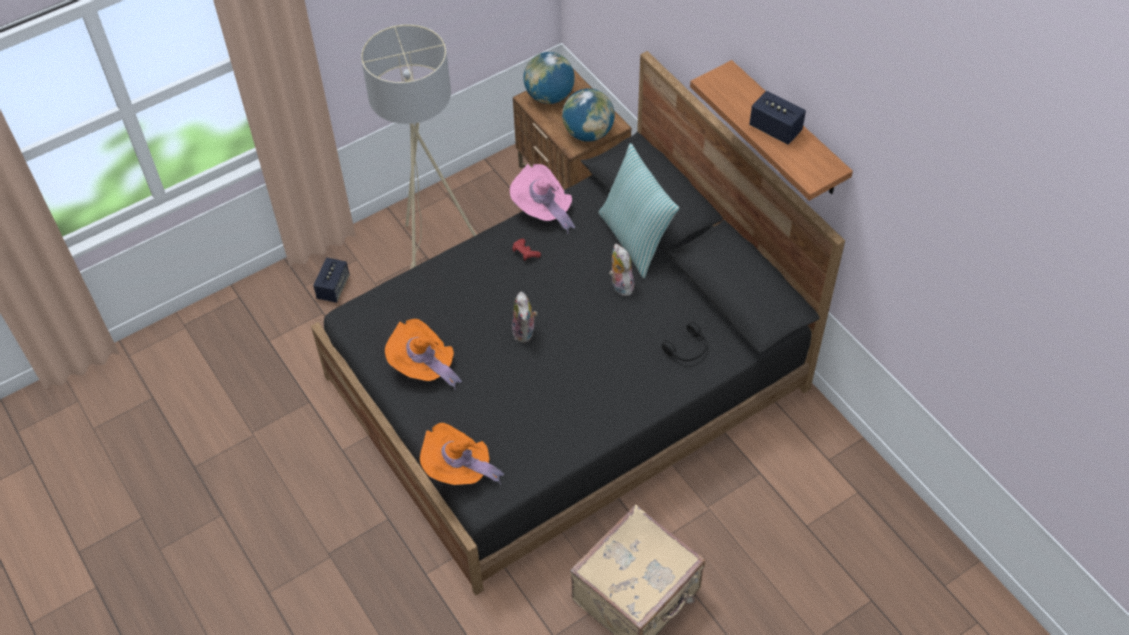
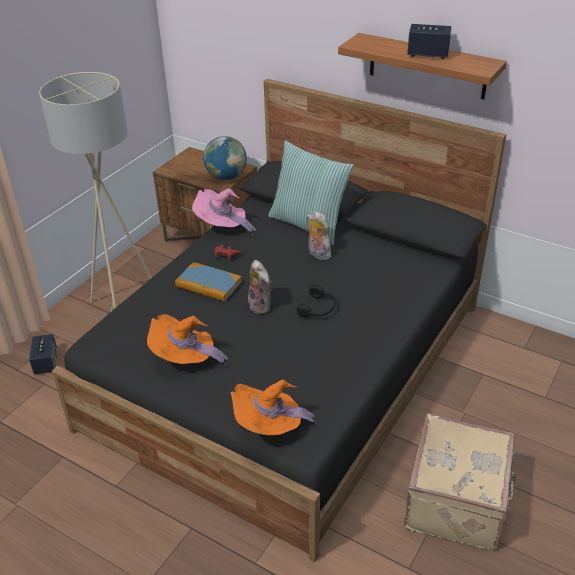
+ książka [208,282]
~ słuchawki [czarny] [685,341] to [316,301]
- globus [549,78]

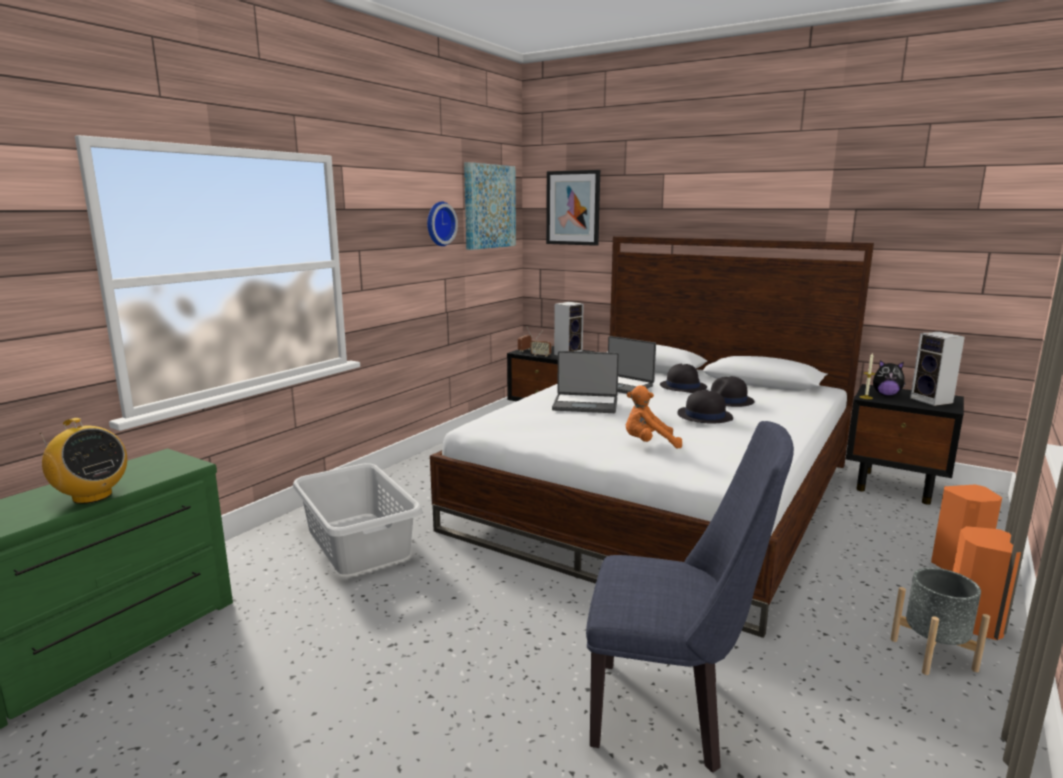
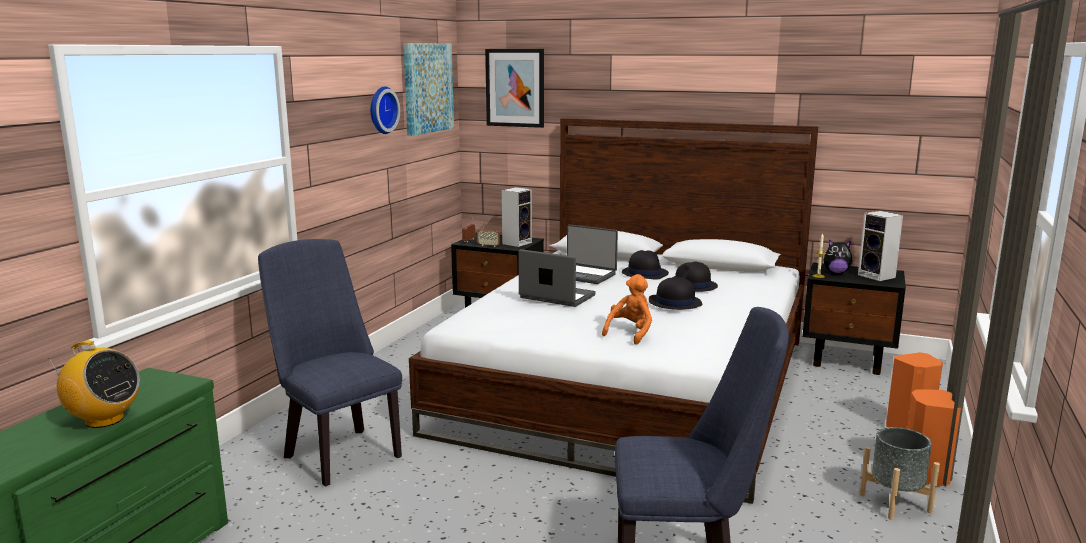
~ kosz na pranie [szary] [358,519] to krzesło [niebieski] [330,363]
~ laptop [585,382] = [557,278] 150 degrees counterclockwise
~ pluszak [pomarańczowy] [654,417] = [627,309] 135 degrees clockwise

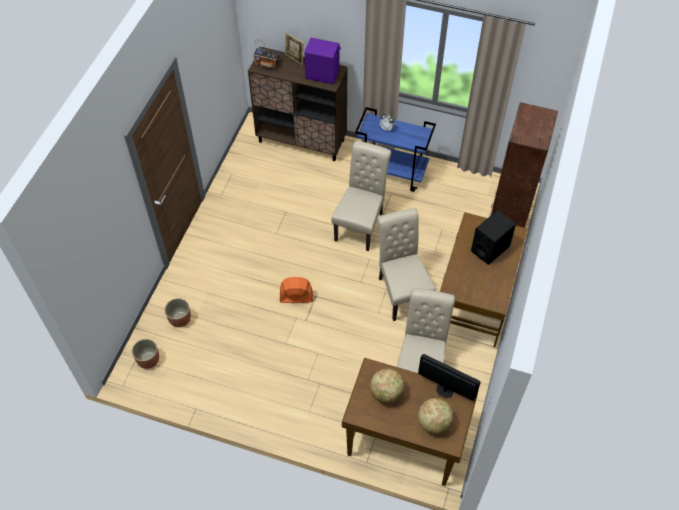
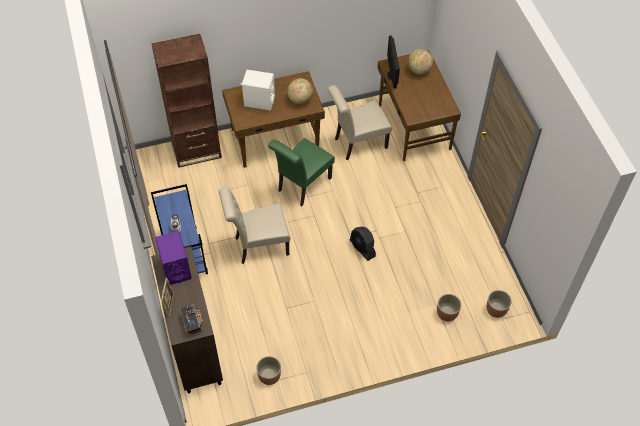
~ głośnik [czarny] [493,237] to głośnik [biały] [258,90]
+ donica [268,370]
~ krzesło [beżowy] [406,264] to krzesło [zielony] [301,172]
~ globus [387,386] to [300,91]
~ wentylator [pomarańczowy] [296,290] to wentylator [czarny] [363,243]

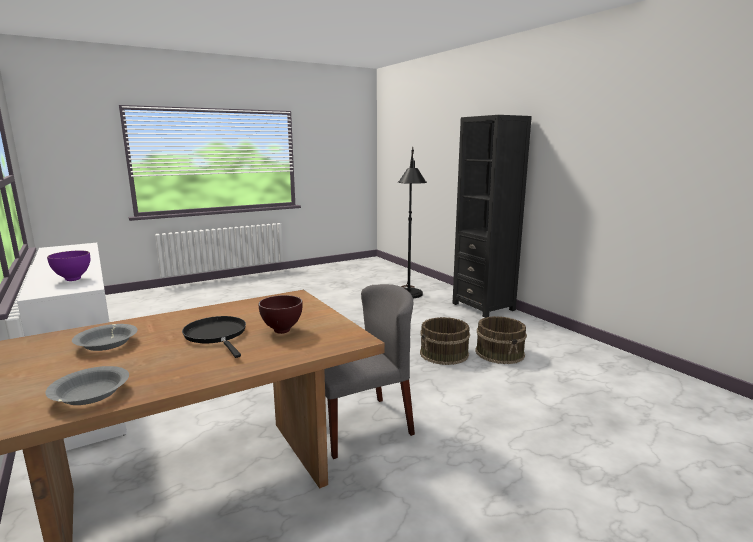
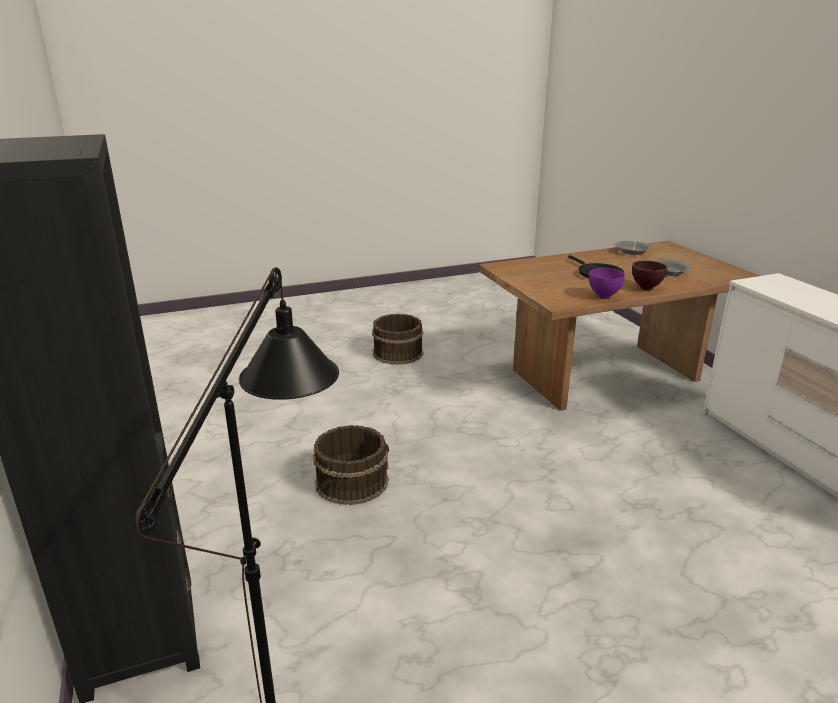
~ wiadro [brązowy] [501,340] to [397,339]
~ miska [fioletowy] [68,265] to [607,283]
~ miska [brązowy] [280,314] to [650,276]
- krzesło [szary] [369,371]

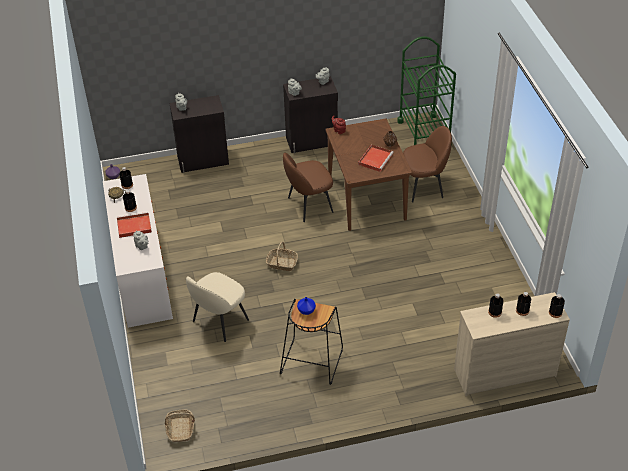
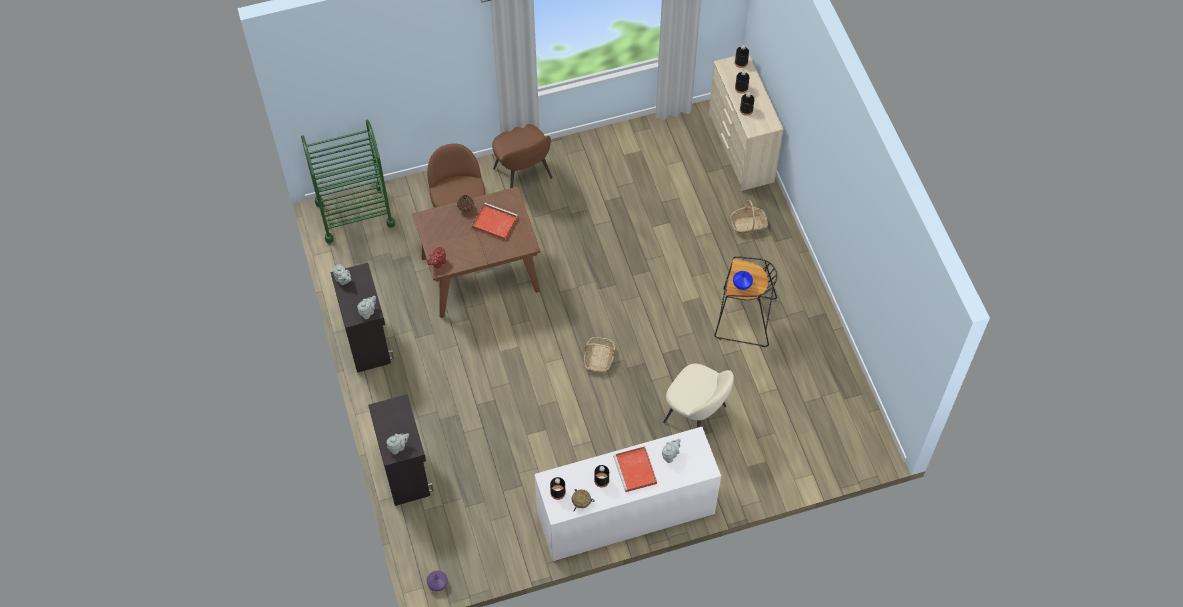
~ krzesło [brązowy] [308,187] to [522,156]
~ koszyk [180,425] to [749,217]

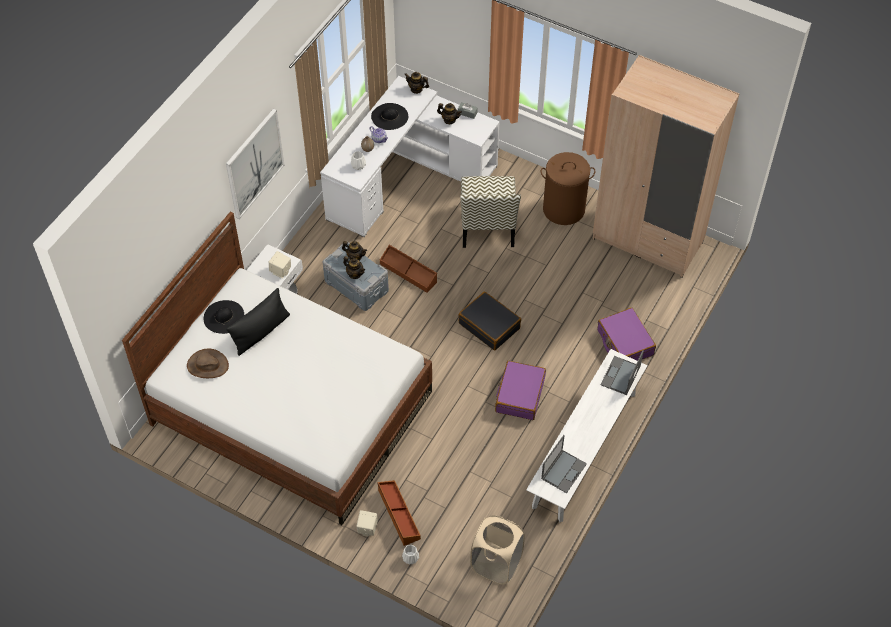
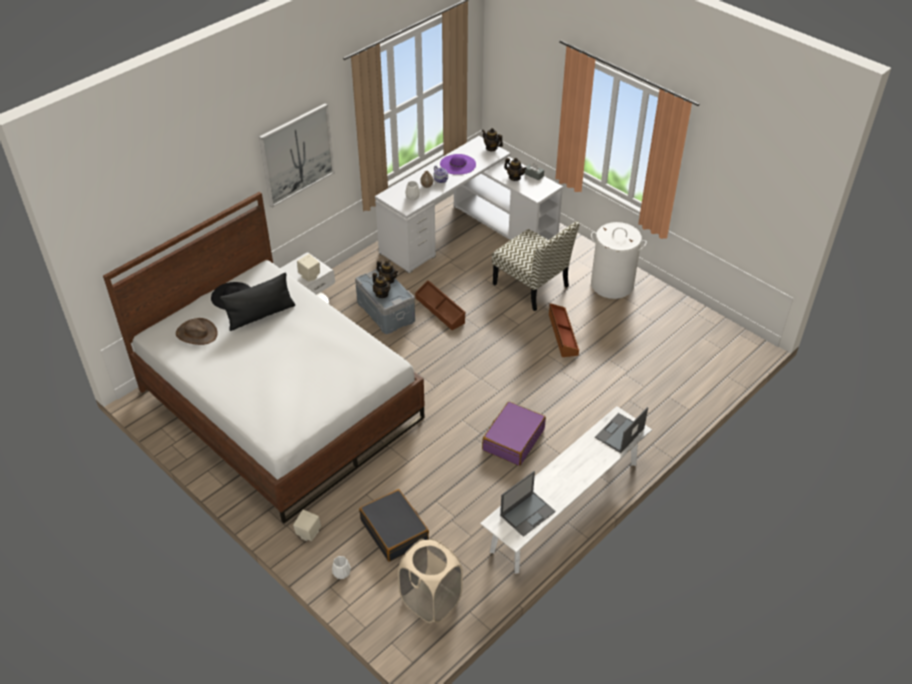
~ walizka [czarny] [489,320] to [394,525]
~ kapelusz [czarny] [389,116] to kapelusz [fioletowy] [458,164]
~ krzesło [490,212] = [536,266] 60 degrees counterclockwise
~ pojemnik do przechowywania [brązowy] [399,513] to [564,330]
~ kosz na pranie [brązowy] [568,188] to kosz na pranie [biały] [619,260]
- szafa [beżowy] [666,166]
- walizka [fioletowy] [626,334]

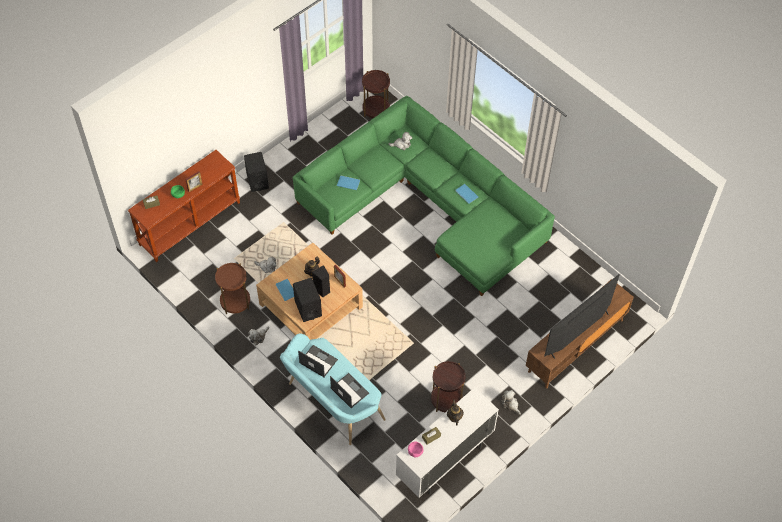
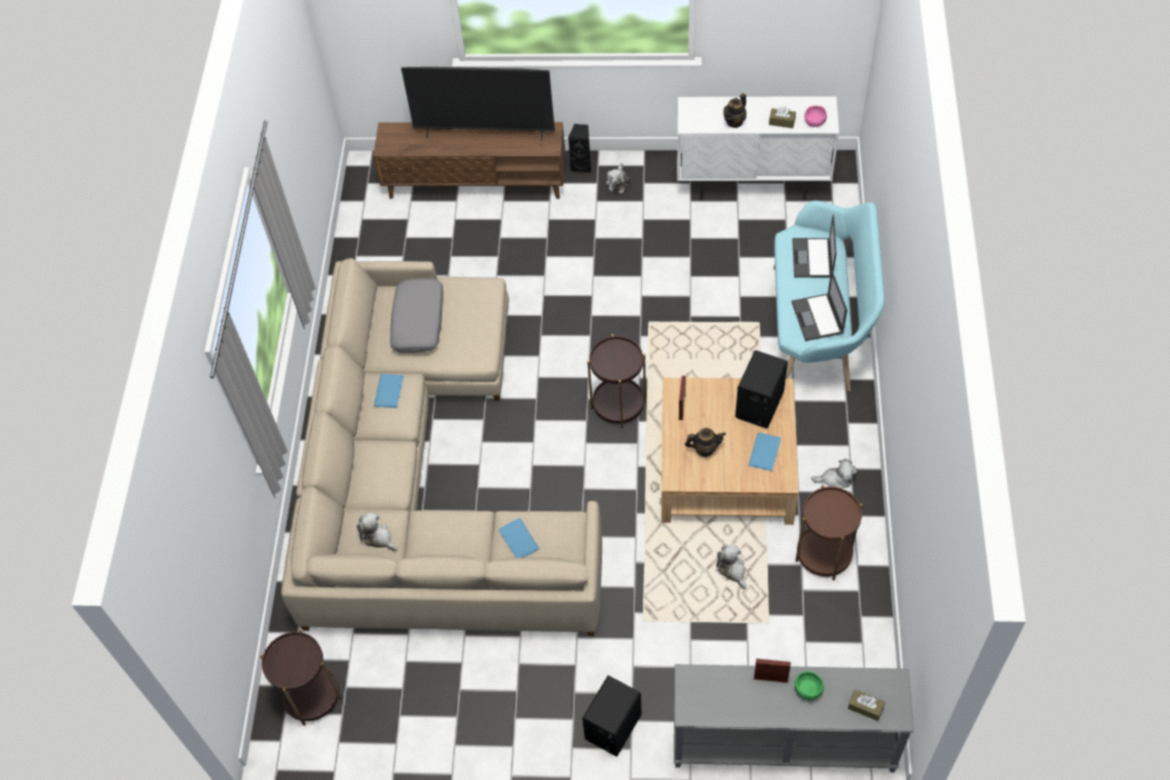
~ kanapa [zielony] [424,196] to kanapa [beżowy] [441,447]
+ poduszka [szary] [416,315]
~ głośnik [czarny] [321,281] to [579,148]
~ stolik [brązowy] [448,386] to [616,381]
~ stolik konsolowy [brązowy] [184,206] to stolik konsolowy [szary] [794,718]

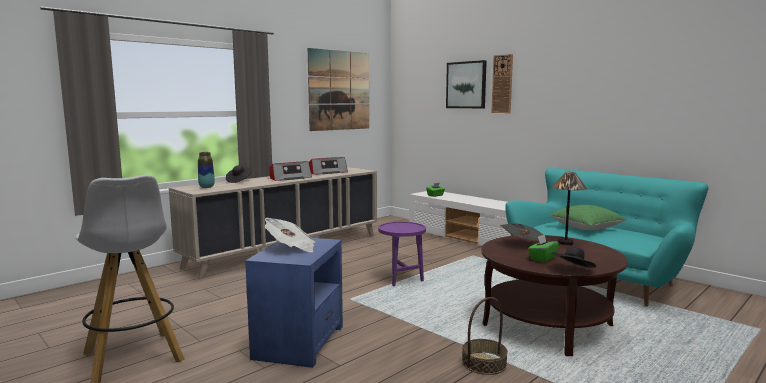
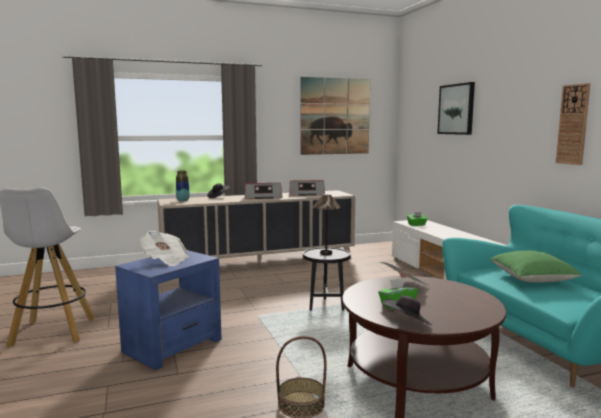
~ stolik [fioletowy] [402,254] to stolik [czarny] [327,279]
~ lampa stołowa [569,208] to [327,224]
~ zegar ścienny [502,83] to [573,124]

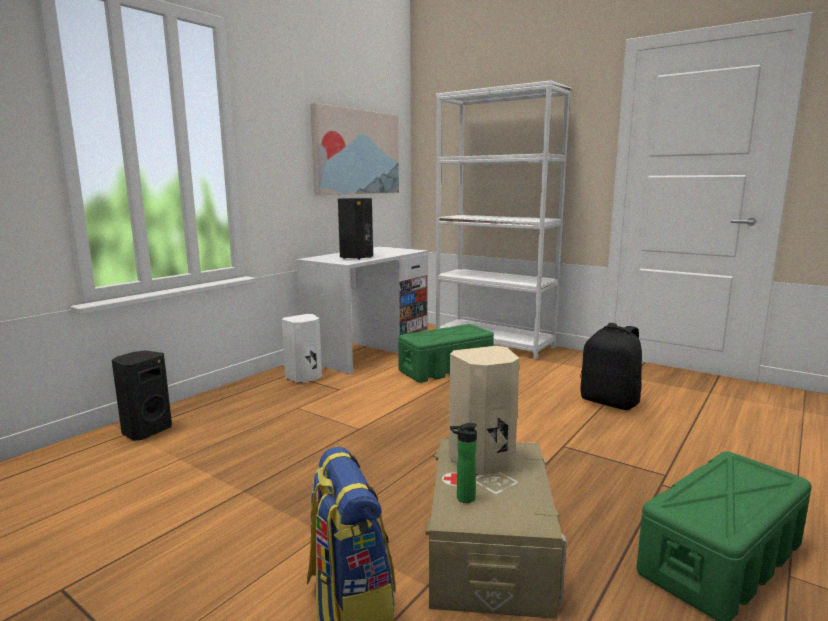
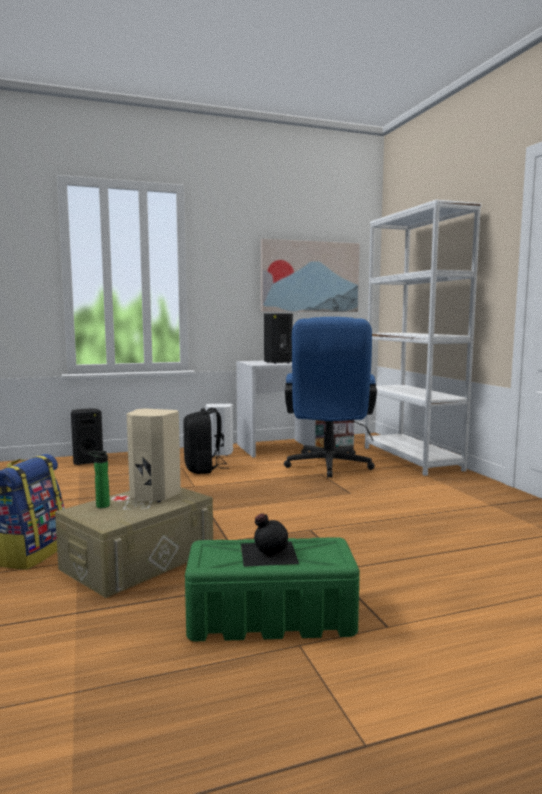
~ plecak [czarny] [611,366] to [206,441]
+ butelka [czarny] [270,540]
~ pojemnik do przechowywania [zielony] [446,353] to krzesło biurowe [niebieski] [330,397]

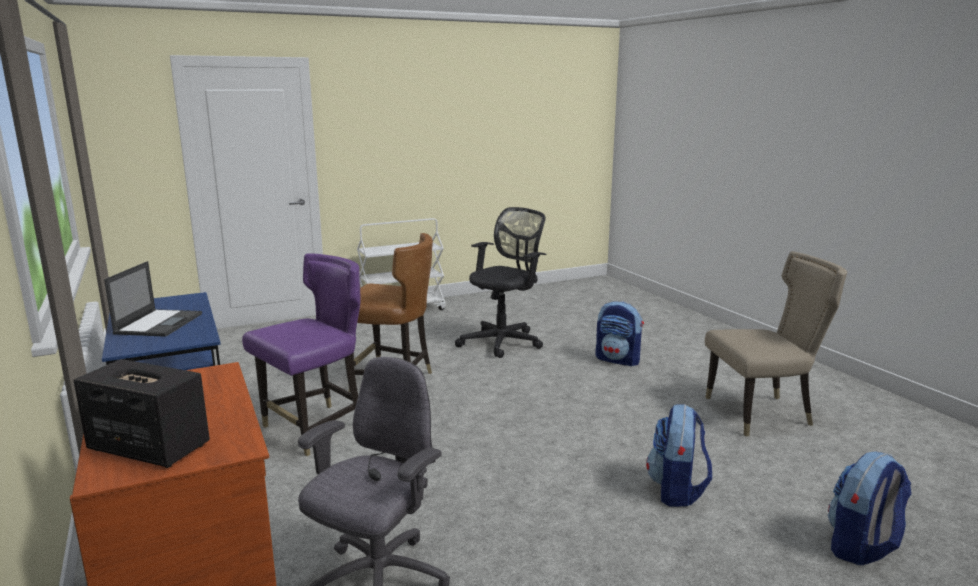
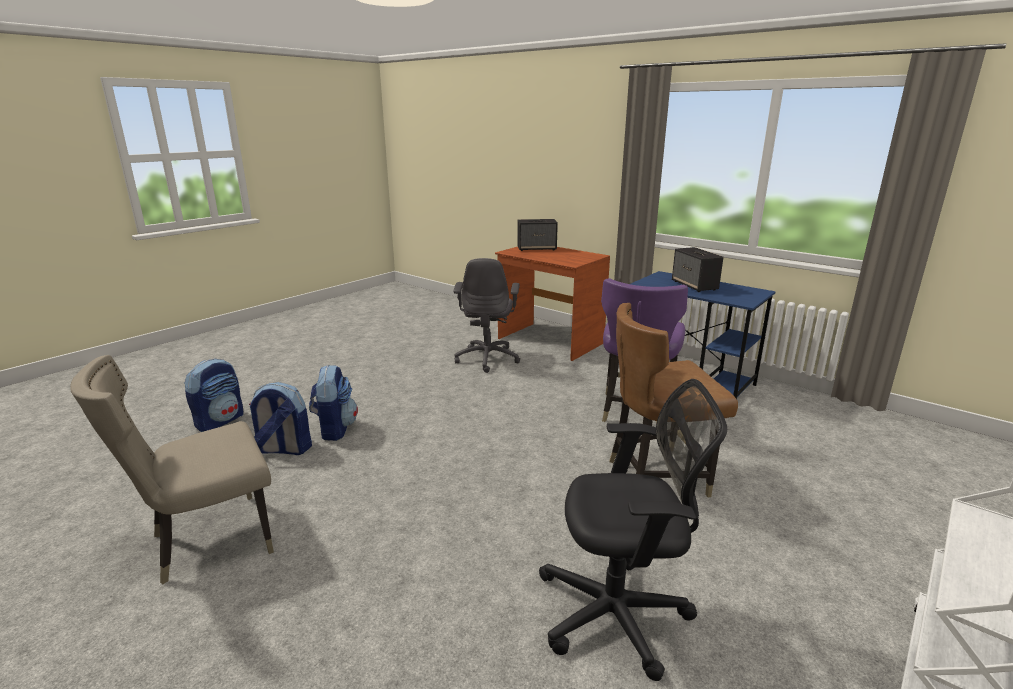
~ plecak [619,333] to [280,418]
~ krzesło biurowe [czarny] [500,282] = [633,530] 105 degrees counterclockwise
~ laptop [153,299] to głośnik [698,269]

